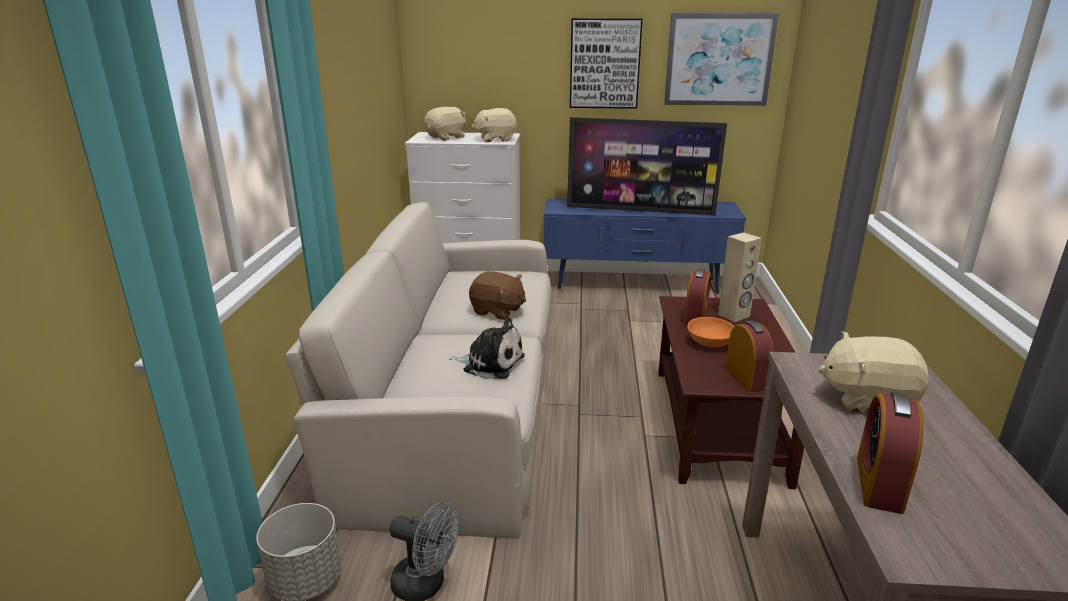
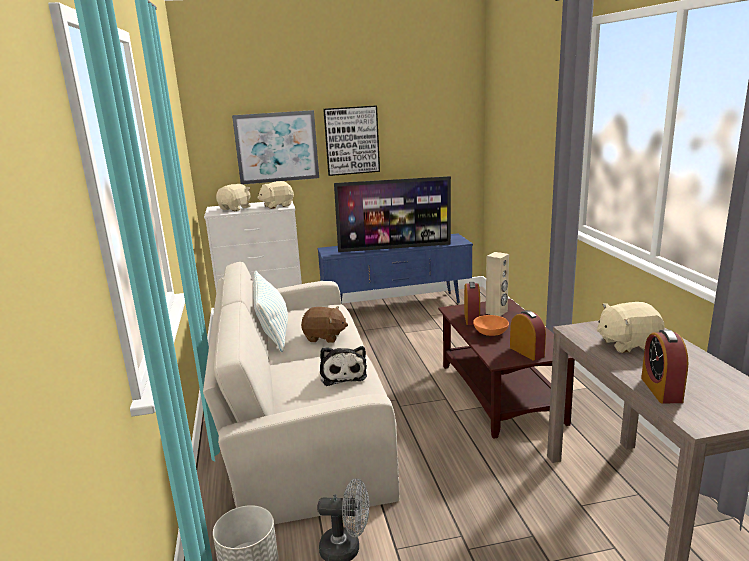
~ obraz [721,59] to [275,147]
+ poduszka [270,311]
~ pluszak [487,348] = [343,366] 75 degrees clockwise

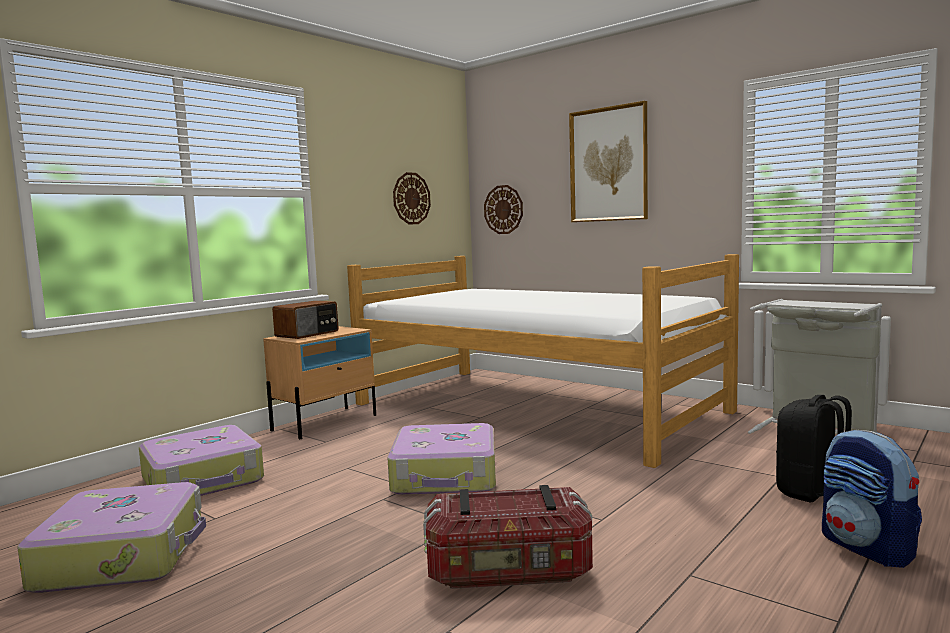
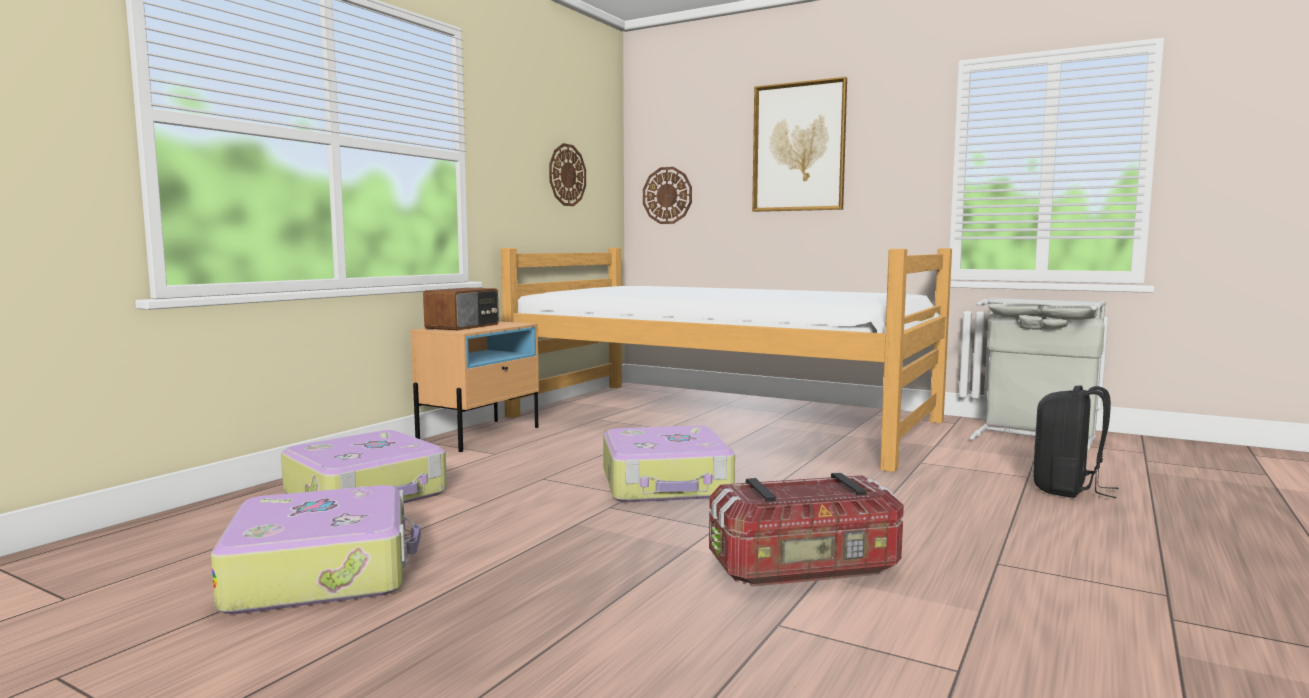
- plecak [872,499]

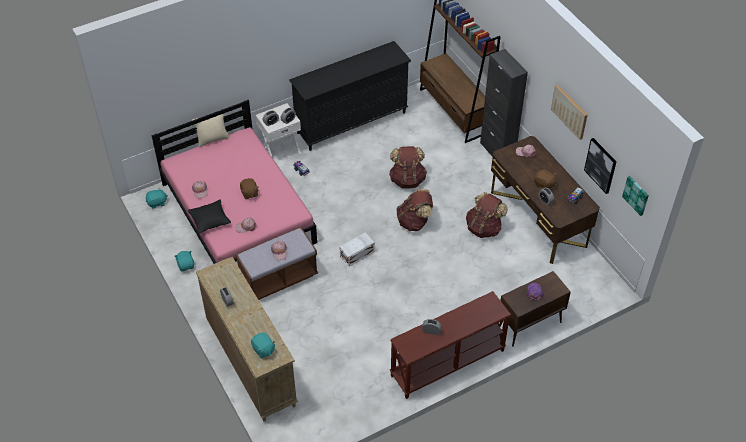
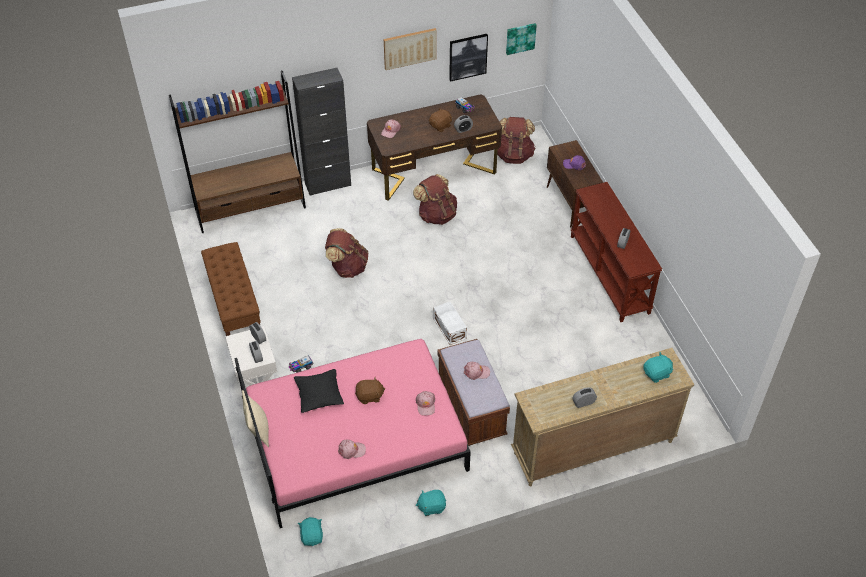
~ komoda [czarny] [350,96] to ławka [brązowy] [231,289]
~ poduszka [czarny] [209,216] to [319,391]
~ plecak [brązowy] [414,210] to [516,140]

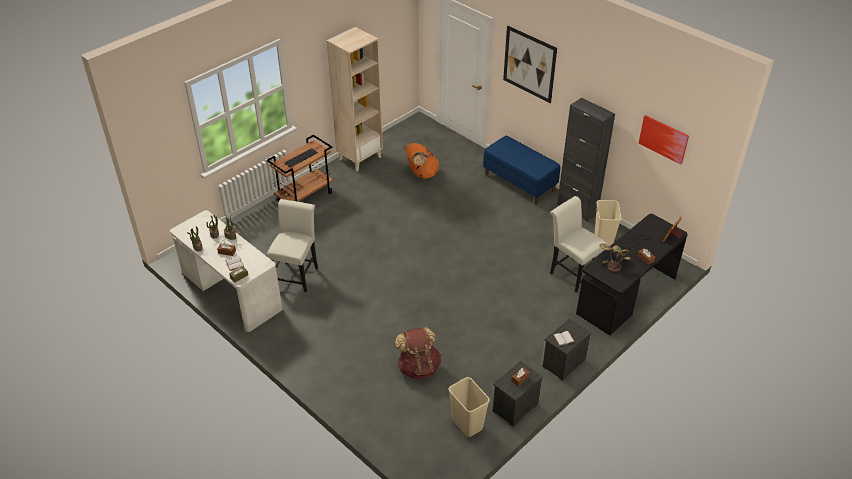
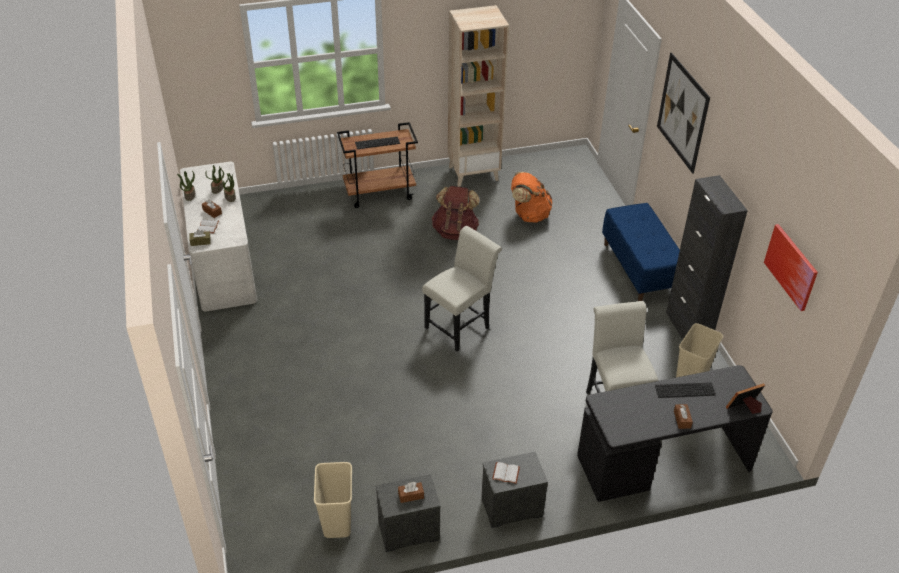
~ krzesło [biały] [292,245] to [462,289]
~ plecak [brązowy] [418,353] to [455,213]
- roślina doniczkowa [615,257]

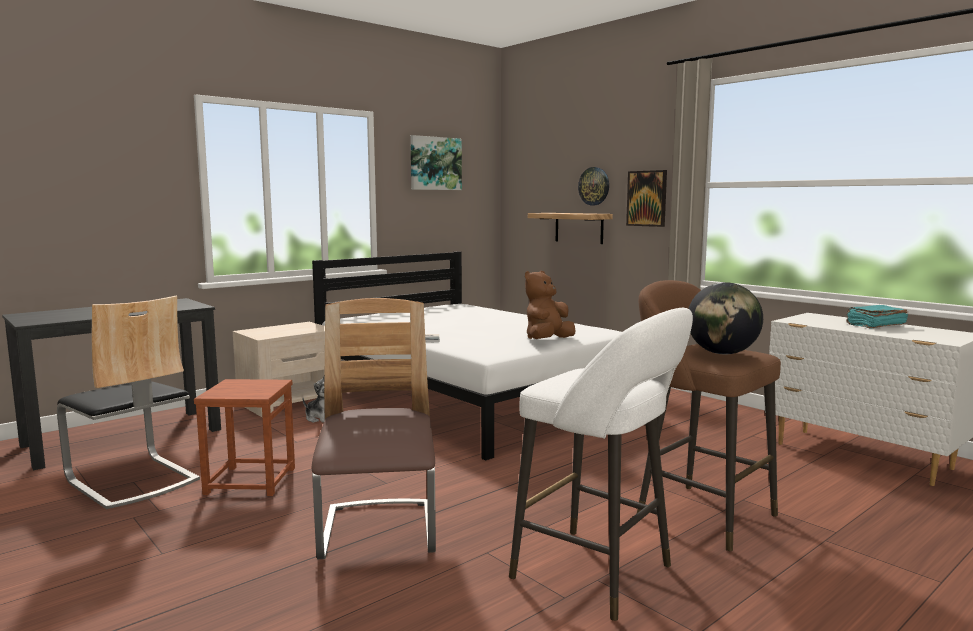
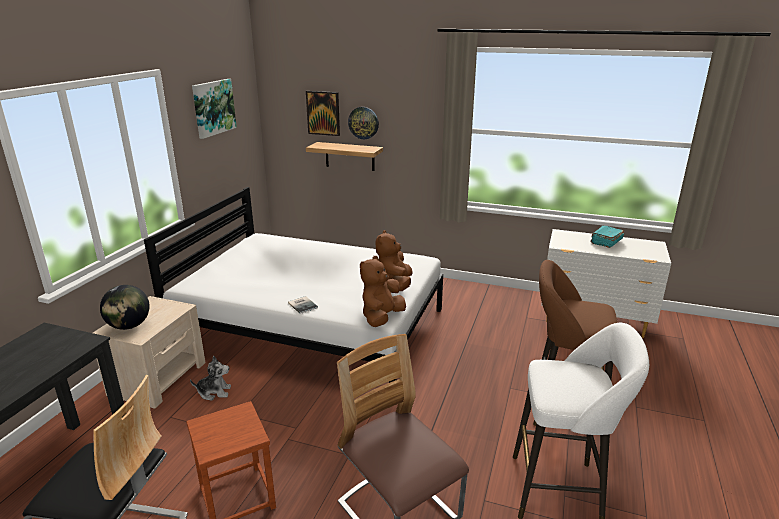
~ globus [725,318] to [125,307]
~ obraz [646,198] to [323,113]
+ pluszak [brązowy] [383,291]

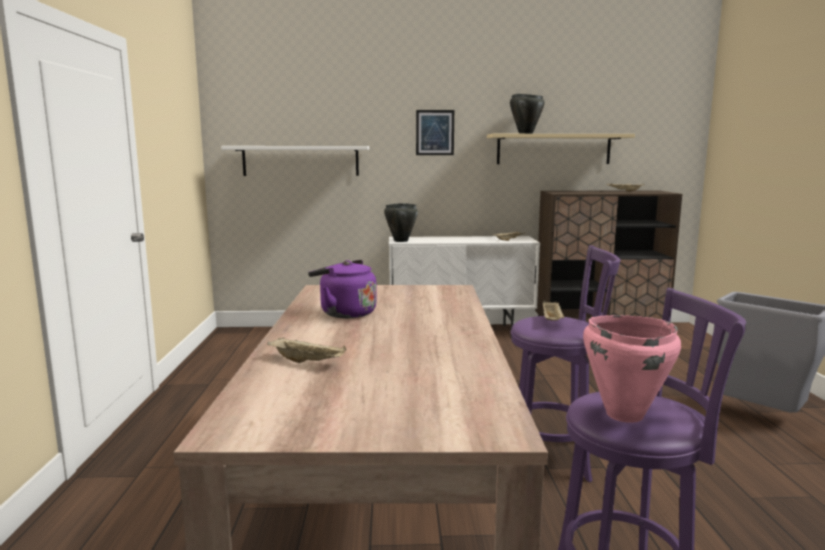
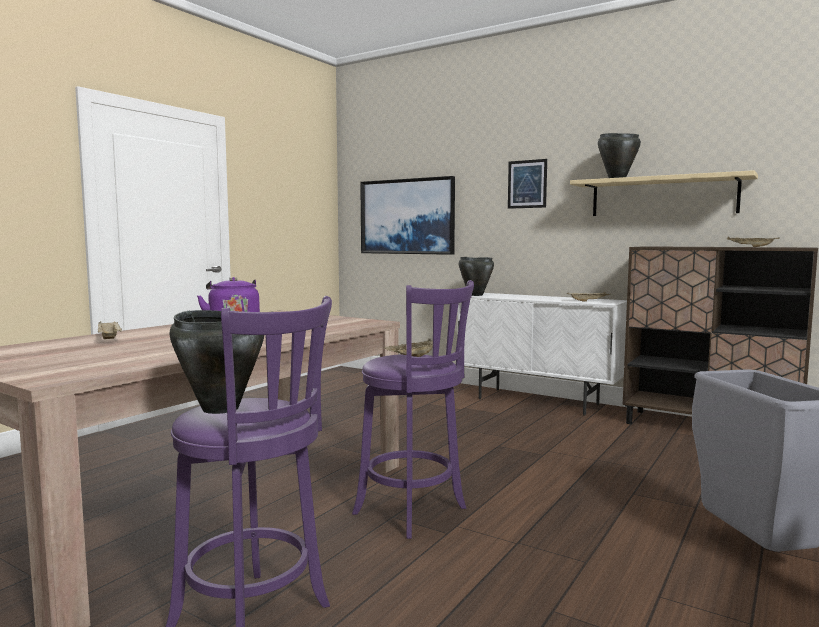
~ garnek [różowy] [632,369] to garnek [czarny] [216,362]
~ półka [biały] [295,161] to obraz [407,215]

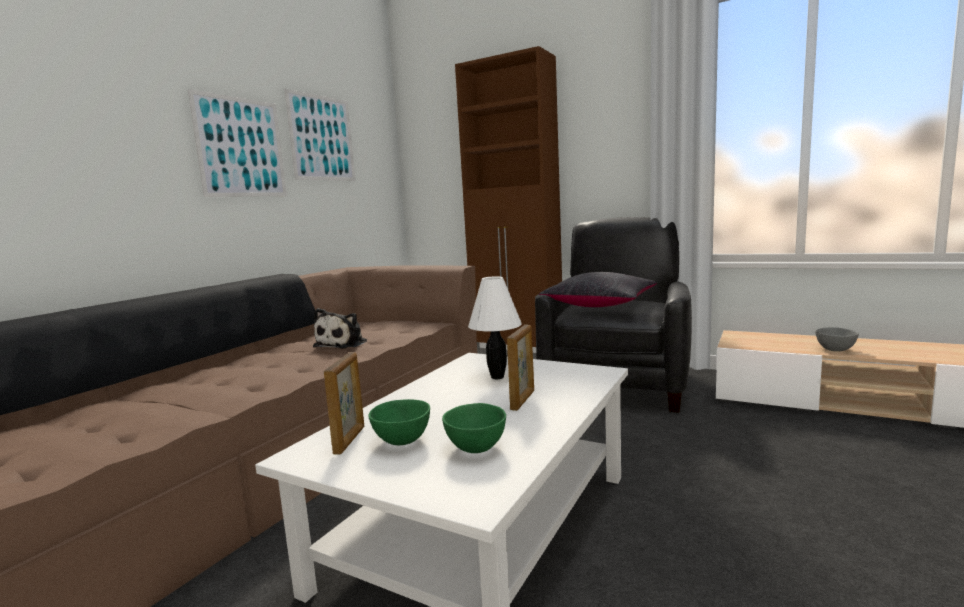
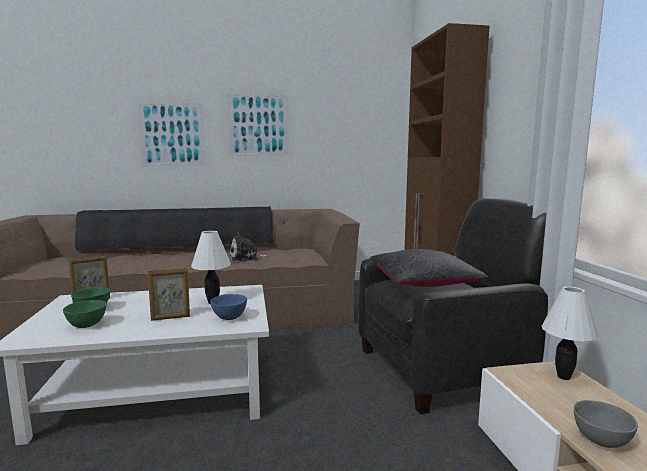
~ obraz [319,134] to [170,134]
+ miska [niebieski] [228,307]
+ lampa stołowa [biały] [570,333]

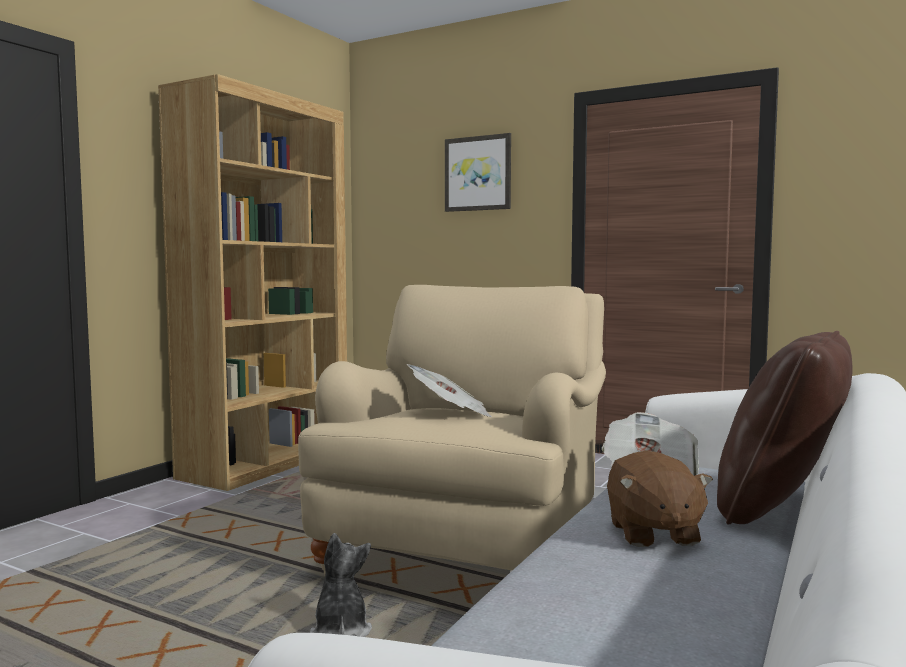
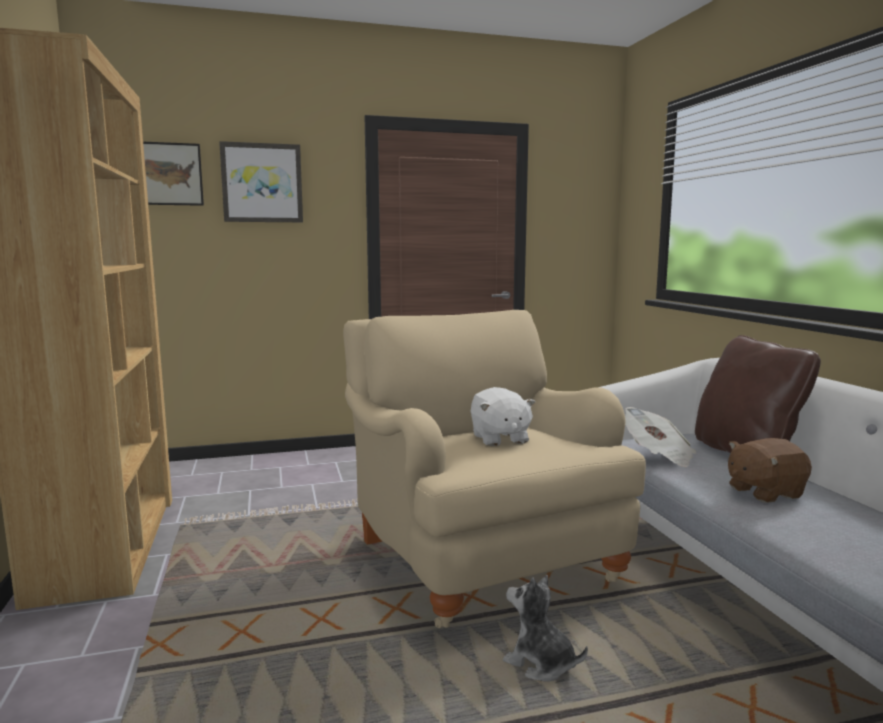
+ obraz [173,174]
~ gazeta [449,390] to pluszak [biały] [502,416]
~ pluszak [brązowy] [660,499] = [770,470] 120 degrees clockwise

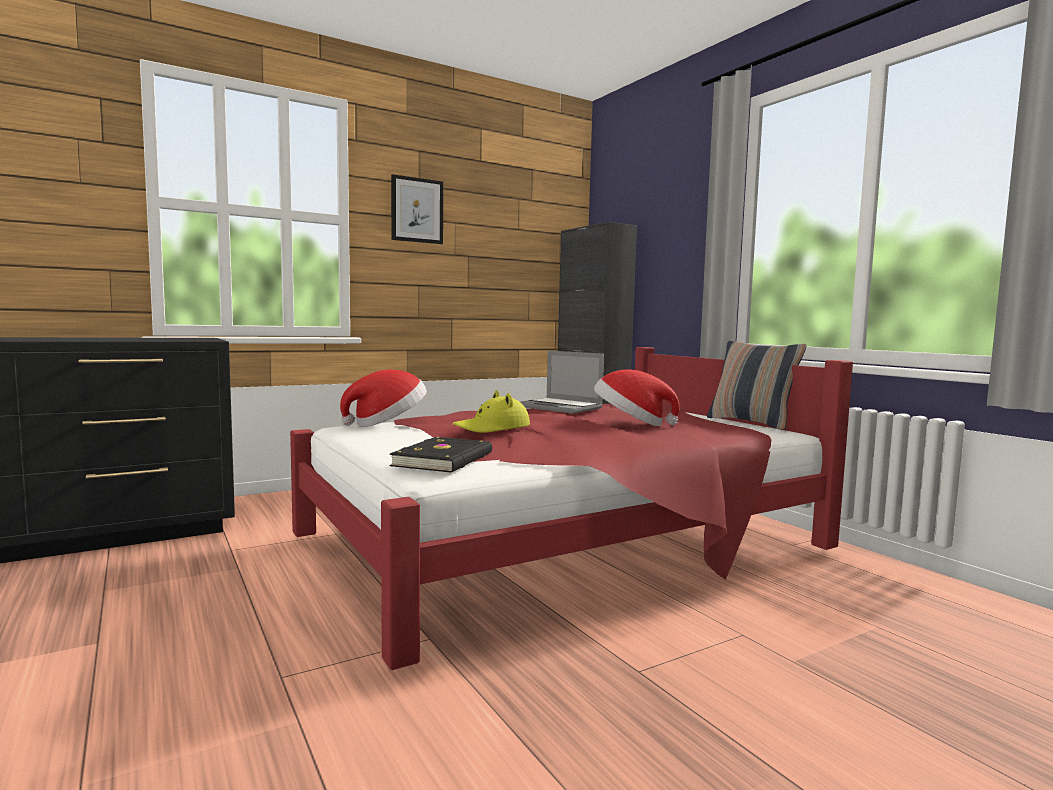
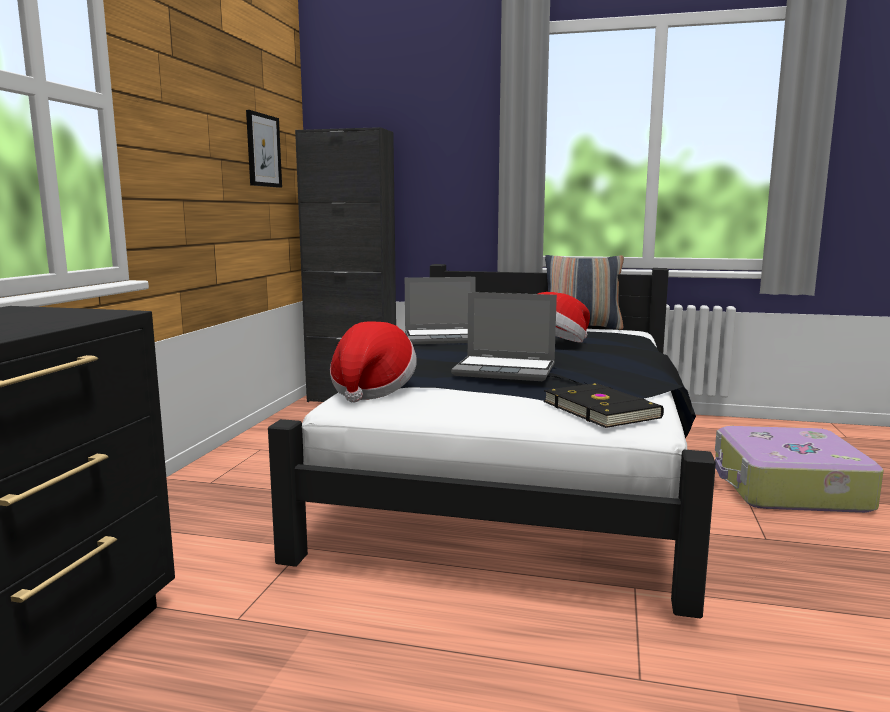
~ obraz [417,209] to [264,149]
~ łóżko [czerwony] [571,508] to łóżko [czarny] [492,441]
~ kapelusz [żółty] [491,411] to laptop [504,336]
+ walizka [799,469]

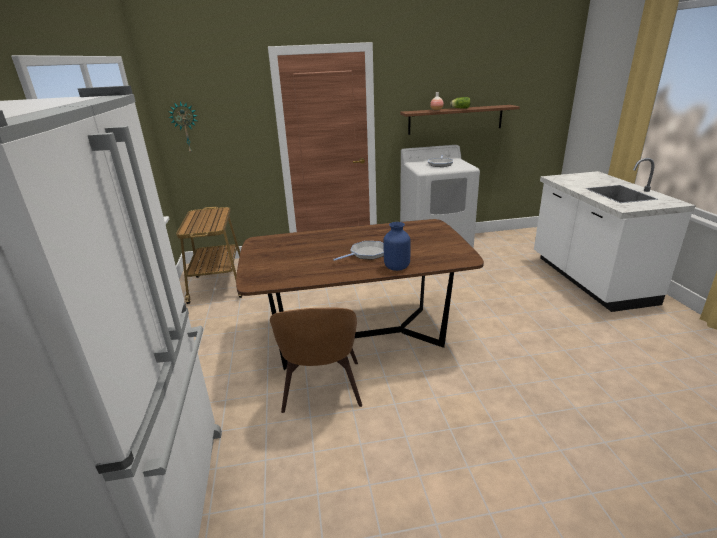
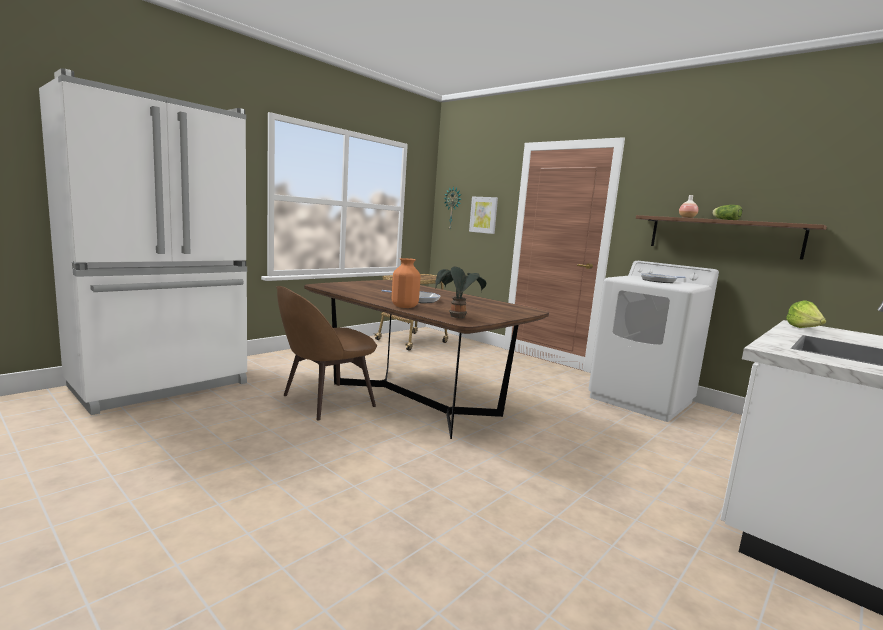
~ wazon [niebieski] [397,246] to wazon [pomarańczowy] [406,283]
+ roślina doniczkowa [460,292]
+ obraz [483,215]
+ sałata [806,314]

